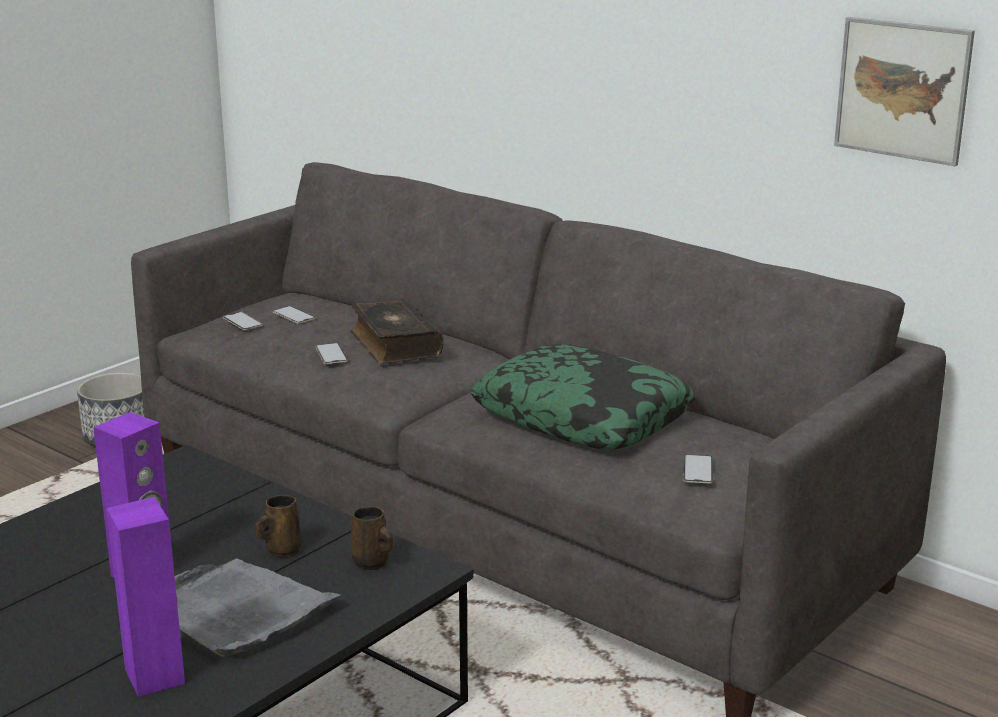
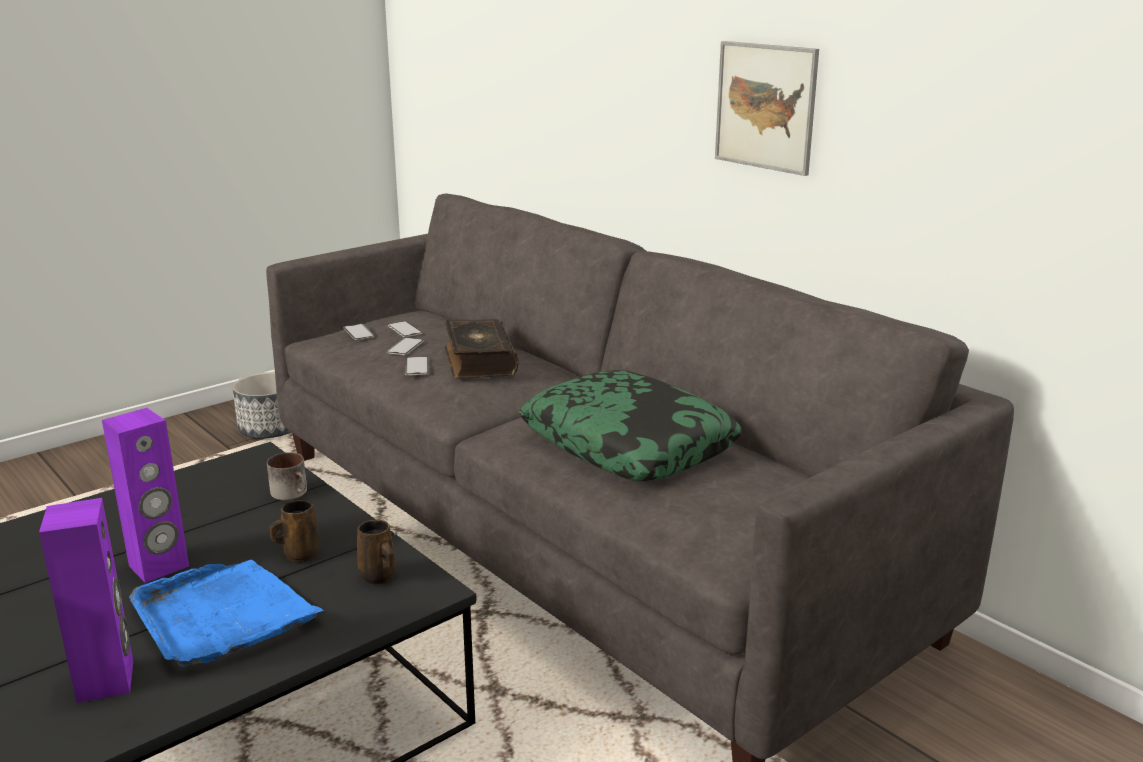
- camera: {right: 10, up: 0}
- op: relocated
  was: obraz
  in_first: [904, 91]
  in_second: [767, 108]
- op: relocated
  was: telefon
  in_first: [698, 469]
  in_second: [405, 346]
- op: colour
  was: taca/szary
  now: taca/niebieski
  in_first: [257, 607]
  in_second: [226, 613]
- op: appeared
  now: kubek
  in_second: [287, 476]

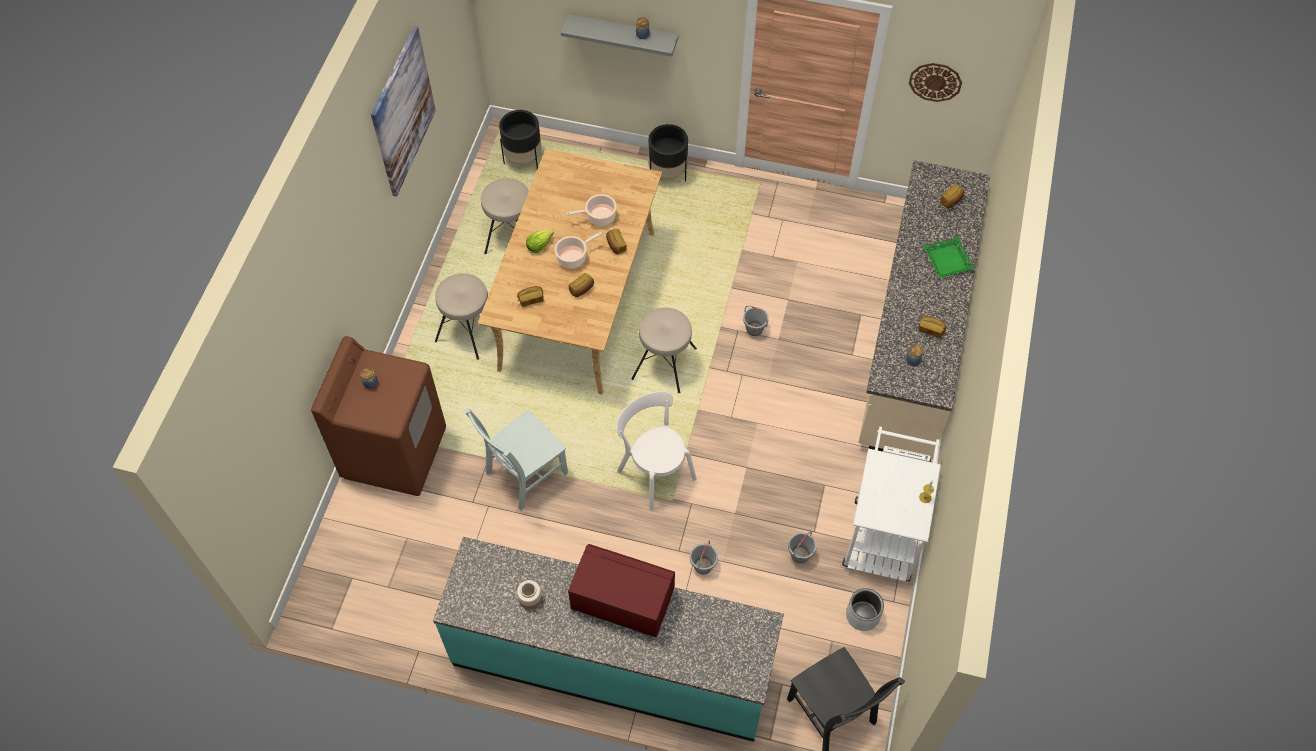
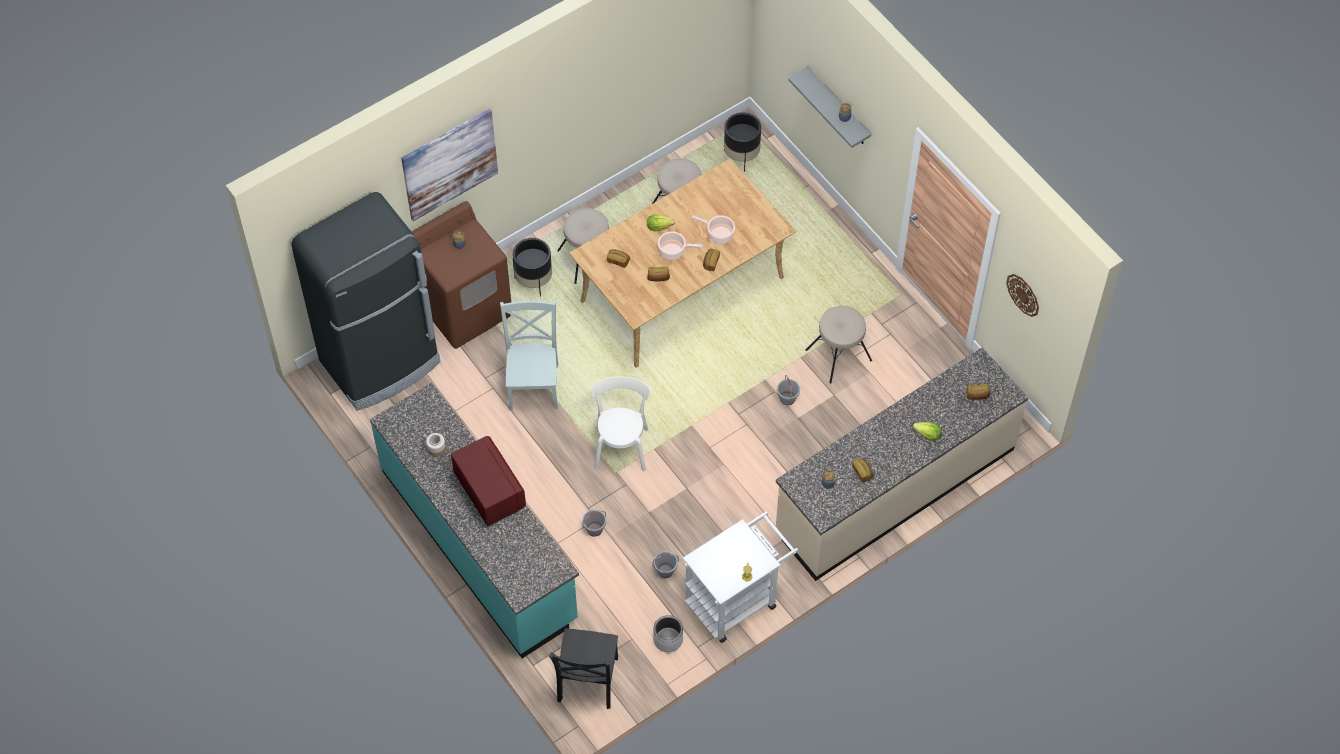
- camera: {right: 40, up: 0}
- op: relocated
  was: obraz
  in_first: [403, 111]
  in_second: [449, 165]
- op: relocated
  was: donica/czarny
  in_first: [668, 153]
  in_second: [532, 267]
- op: exchanged
  was: taca/zielony
  now: sałata
  in_first: [949, 257]
  in_second: [927, 431]
- op: relocated
  was: stołek/beżowy
  in_first: [664, 350]
  in_second: [839, 344]
- op: spun
  was: krzesło/szary
  in_first: [516, 460]
  in_second: [529, 355]
  clockwise: 90
- op: appeared
  now: lodówka/czarny
  in_second: [365, 301]

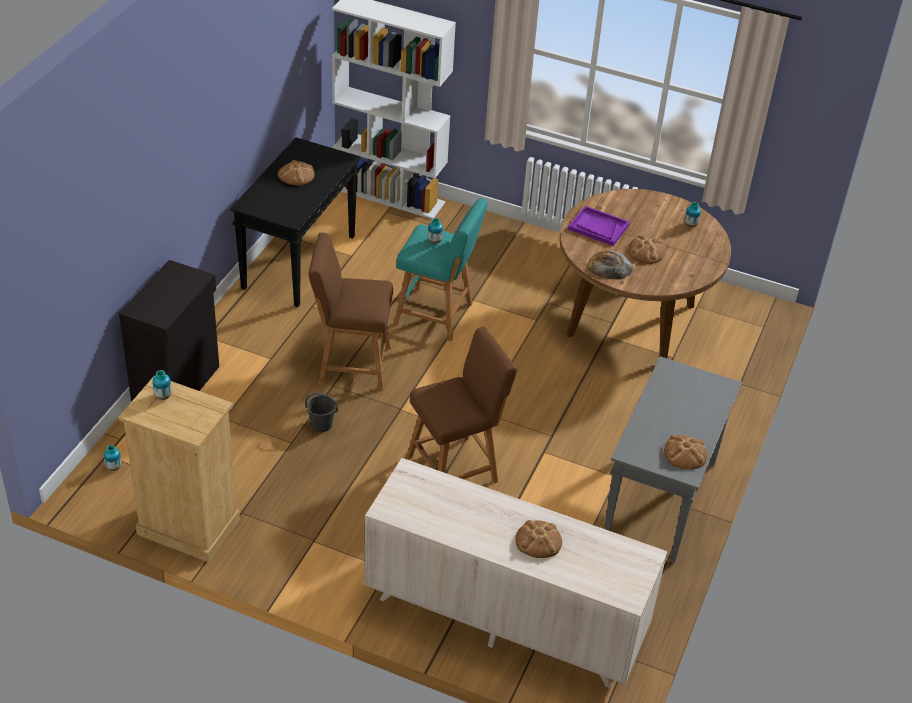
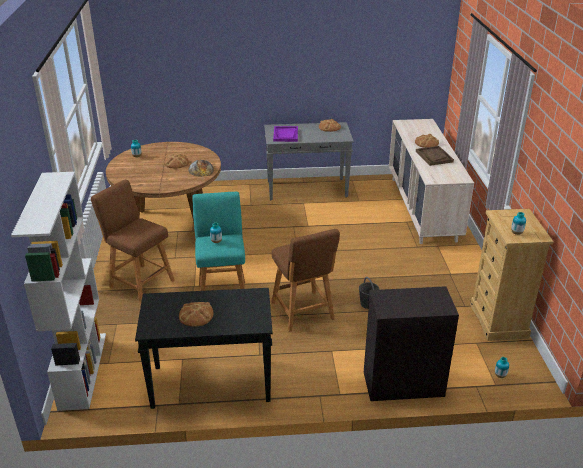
- camera: {right: -115, up: -10}
- op: relocated
  was: taca/fioletowy
  in_first: [599, 226]
  in_second: [285, 134]
- op: relocated
  was: stołek/brązowy
  in_first: [461, 405]
  in_second: [133, 241]
- op: appeared
  now: taca/brązowy
  in_second: [435, 156]

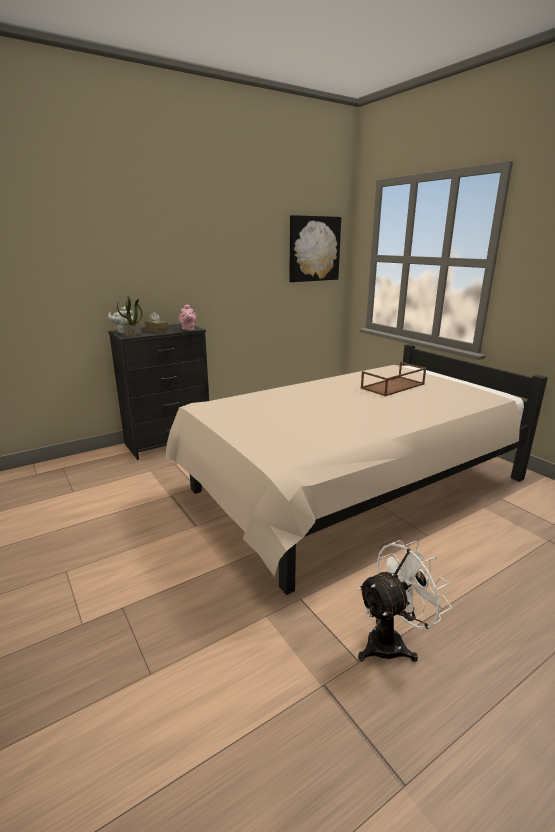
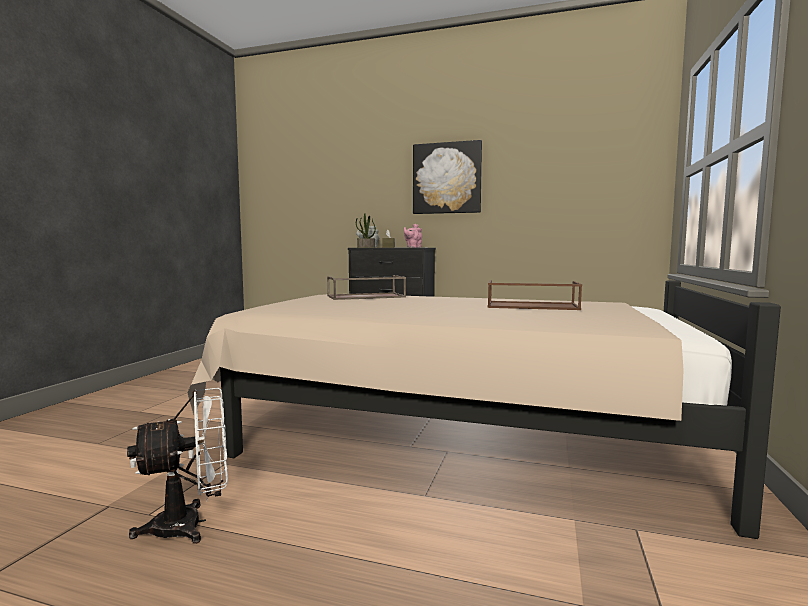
- camera: {right: 50, up: -15}
- op: relocated
  was: obraz
  in_first: [315, 248]
  in_second: [447, 177]
- op: spun
  was: wentylator/biały
  in_first: [405, 601]
  in_second: [177, 466]
  clockwise: -45
- op: appeared
  now: taca/brązowy
  in_second: [366, 287]

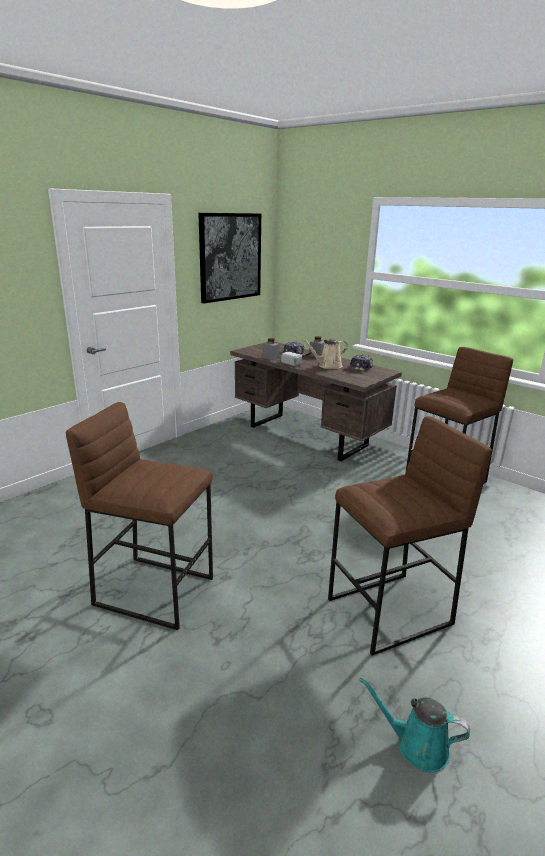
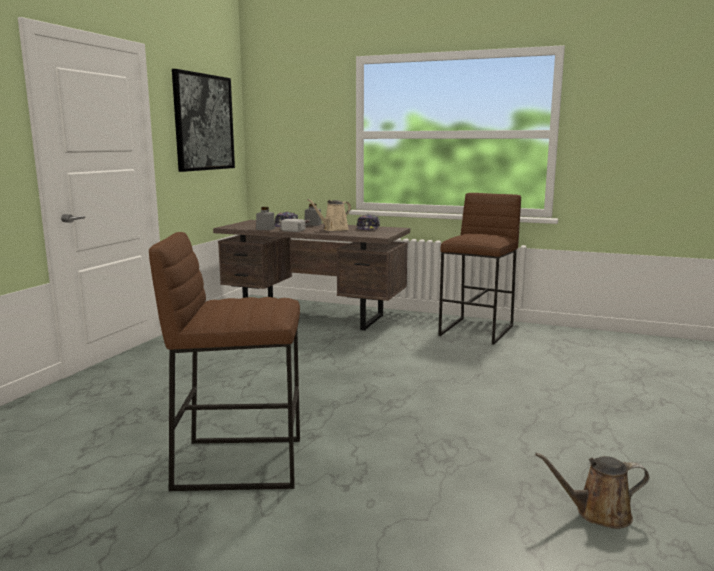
- camera: {right: -20, up: -10}
- op: missing
  was: stołek/brązowy
  in_first: [410, 536]
- op: colour
  was: konewka/turkusowy
  now: konewka/brązowy
  in_first: [414, 724]
  in_second: [592, 491]

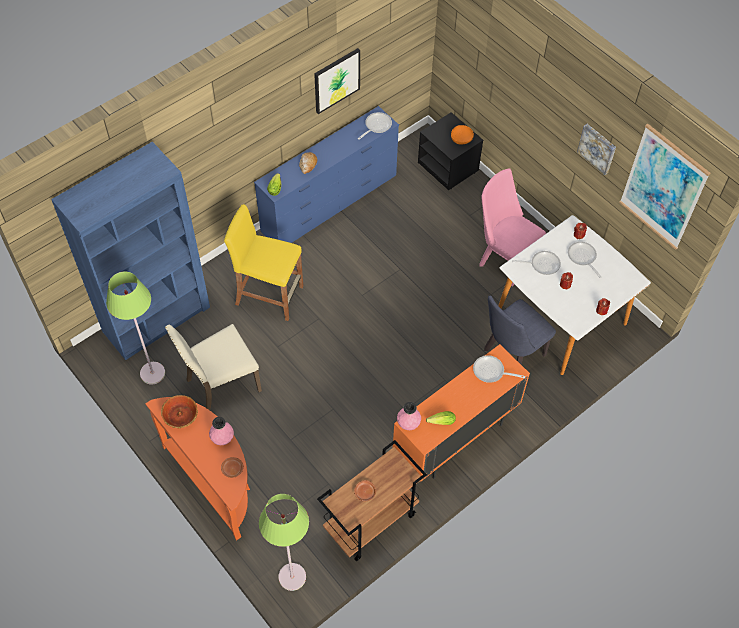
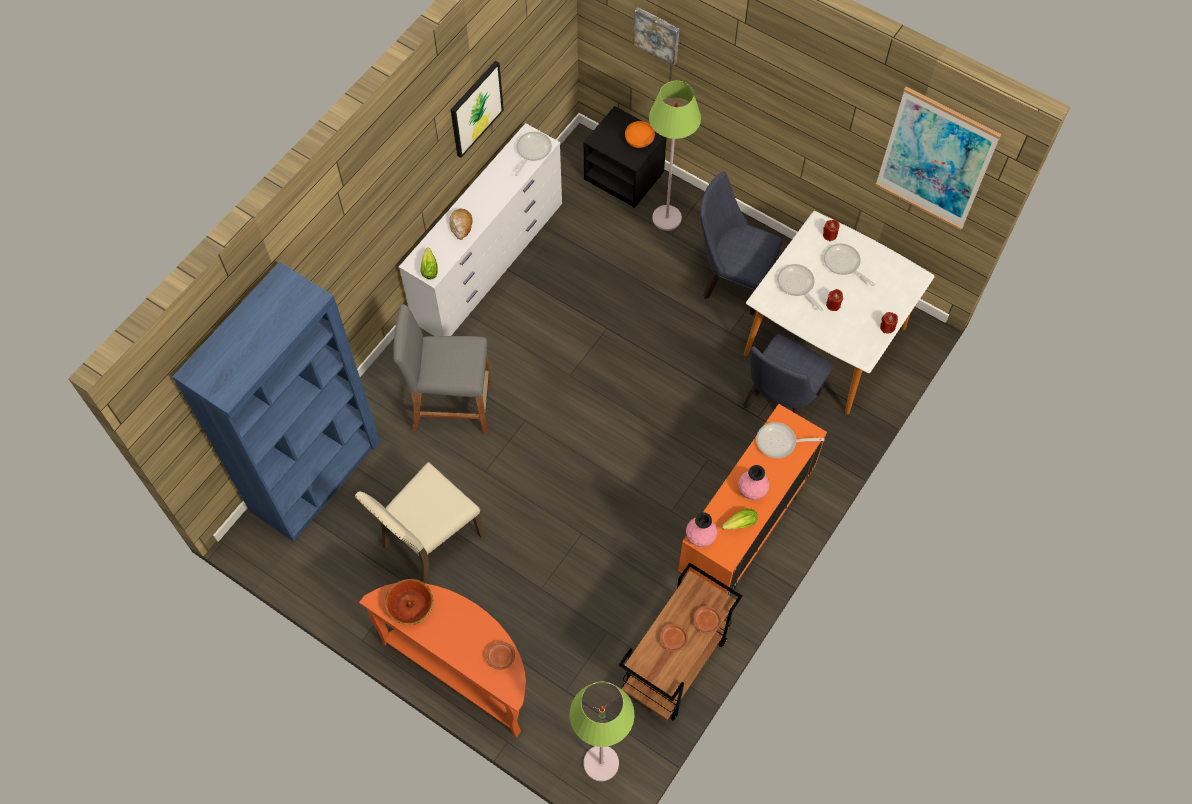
- camera: {right: -15, up: 5}
- op: colour
  was: komoda/niebieski
  now: komoda/biały
  in_first: [326, 174]
  in_second: [480, 229]
- op: relocated
  was: obraz
  in_first: [596, 149]
  in_second: [656, 36]
- op: colour
  was: krzesło/różowy
  now: krzesło/niebieski
  in_first: [512, 227]
  in_second: [741, 243]
- op: colour
  was: stołek/żółty
  now: stołek/szary
  in_first: [264, 262]
  in_second: [442, 369]
- op: spun
  was: patelnia
  in_first: [536, 263]
  in_second: [800, 287]
  clockwise: -105
- op: relocated
  was: lampa stojąca/zielony
  in_first: [135, 328]
  in_second: [675, 156]
- op: relocated
  was: wazon/różowy
  in_first: [221, 431]
  in_second: [753, 482]
- op: appeared
  now: talerz/brązowy
  in_second: [707, 619]

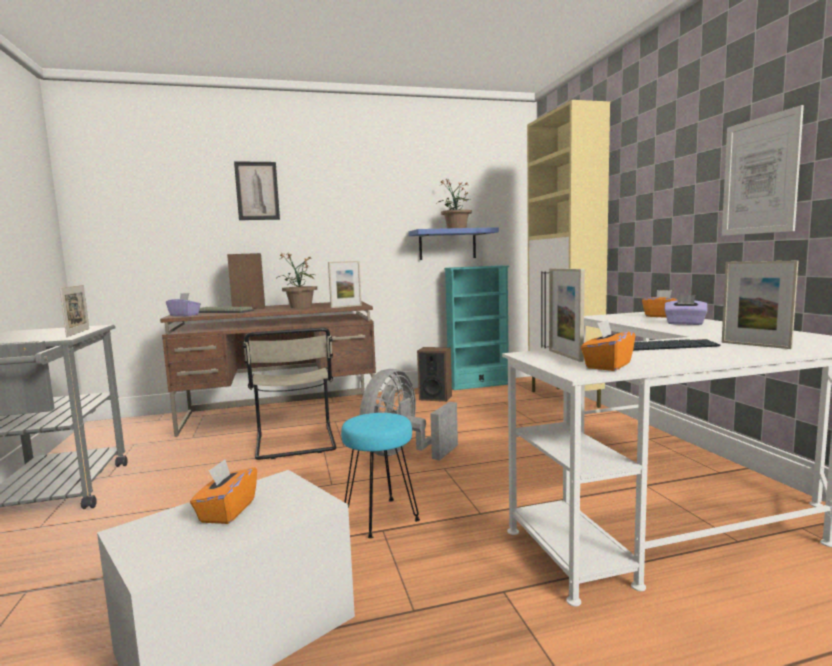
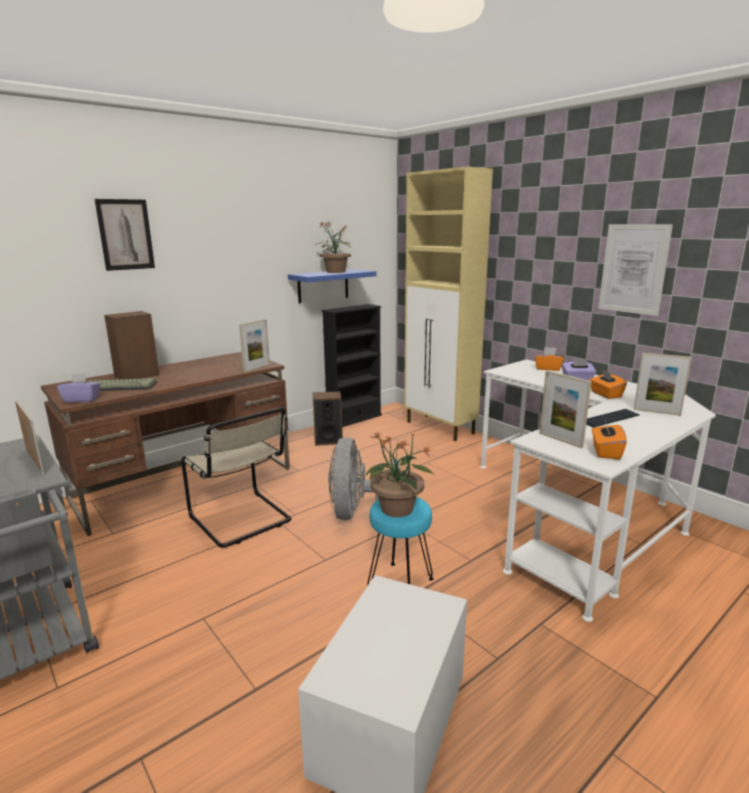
- camera: {right: -25, up: 10}
- op: relocated
  was: roślina doniczkowa
  in_first: [297, 280]
  in_second: [399, 474]
- op: colour
  was: regał/turkusowy
  now: regał/czarny
  in_first: [476, 327]
  in_second: [352, 365]
- op: relocated
  was: pudełko chusteczek/pomarańczowy
  in_first: [223, 491]
  in_second: [608, 384]

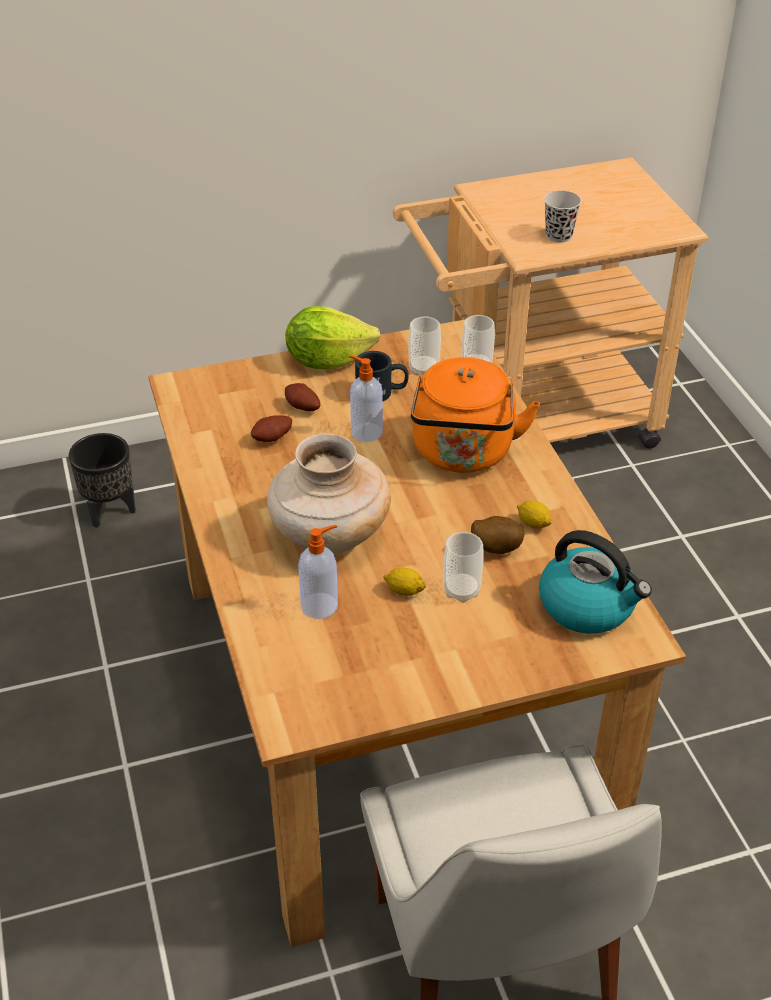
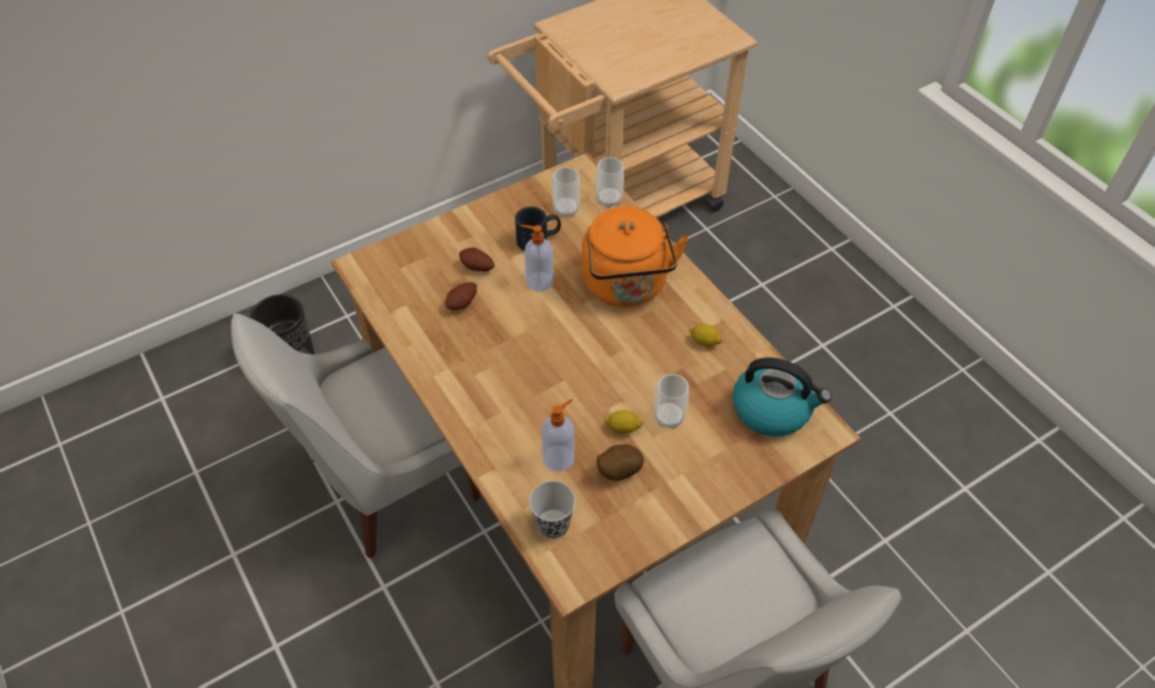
- camera: {right: -15, up: 10}
- op: relocated
  was: filiżanka/czarny
  in_first: [562, 217]
  in_second: [552, 510]
- op: missing
  was: sałata
  in_first: [333, 338]
- op: missing
  was: wazon/beżowy
  in_first: [329, 494]
- op: relocated
  was: ziemniak
  in_first: [497, 535]
  in_second: [620, 462]
- op: appeared
  now: krzesło/biały
  in_second: [355, 436]

